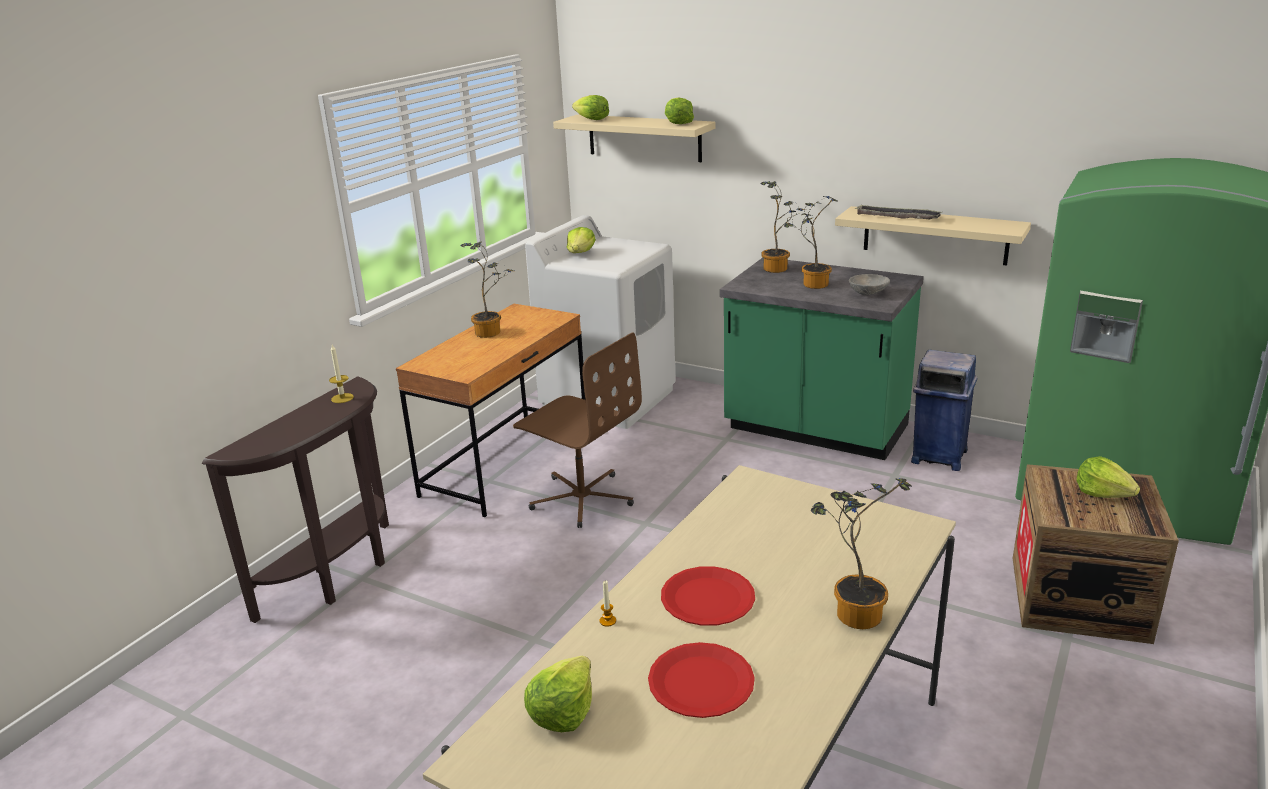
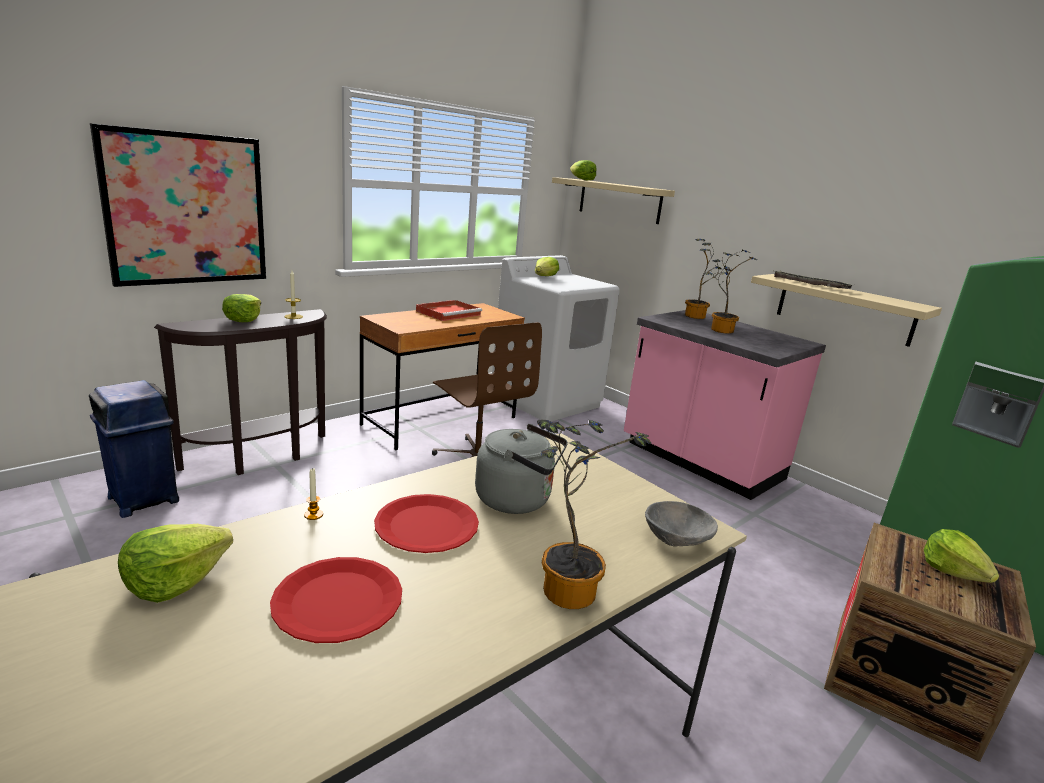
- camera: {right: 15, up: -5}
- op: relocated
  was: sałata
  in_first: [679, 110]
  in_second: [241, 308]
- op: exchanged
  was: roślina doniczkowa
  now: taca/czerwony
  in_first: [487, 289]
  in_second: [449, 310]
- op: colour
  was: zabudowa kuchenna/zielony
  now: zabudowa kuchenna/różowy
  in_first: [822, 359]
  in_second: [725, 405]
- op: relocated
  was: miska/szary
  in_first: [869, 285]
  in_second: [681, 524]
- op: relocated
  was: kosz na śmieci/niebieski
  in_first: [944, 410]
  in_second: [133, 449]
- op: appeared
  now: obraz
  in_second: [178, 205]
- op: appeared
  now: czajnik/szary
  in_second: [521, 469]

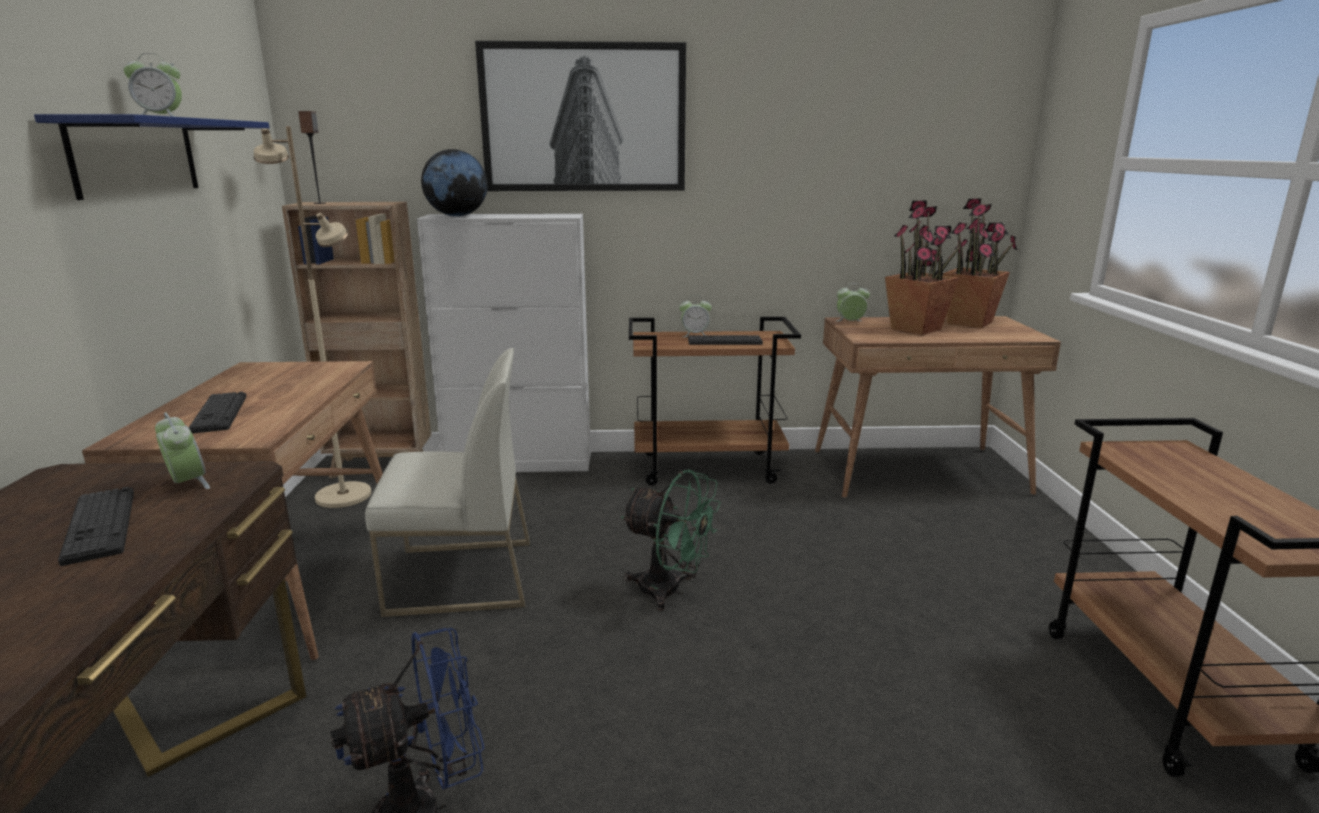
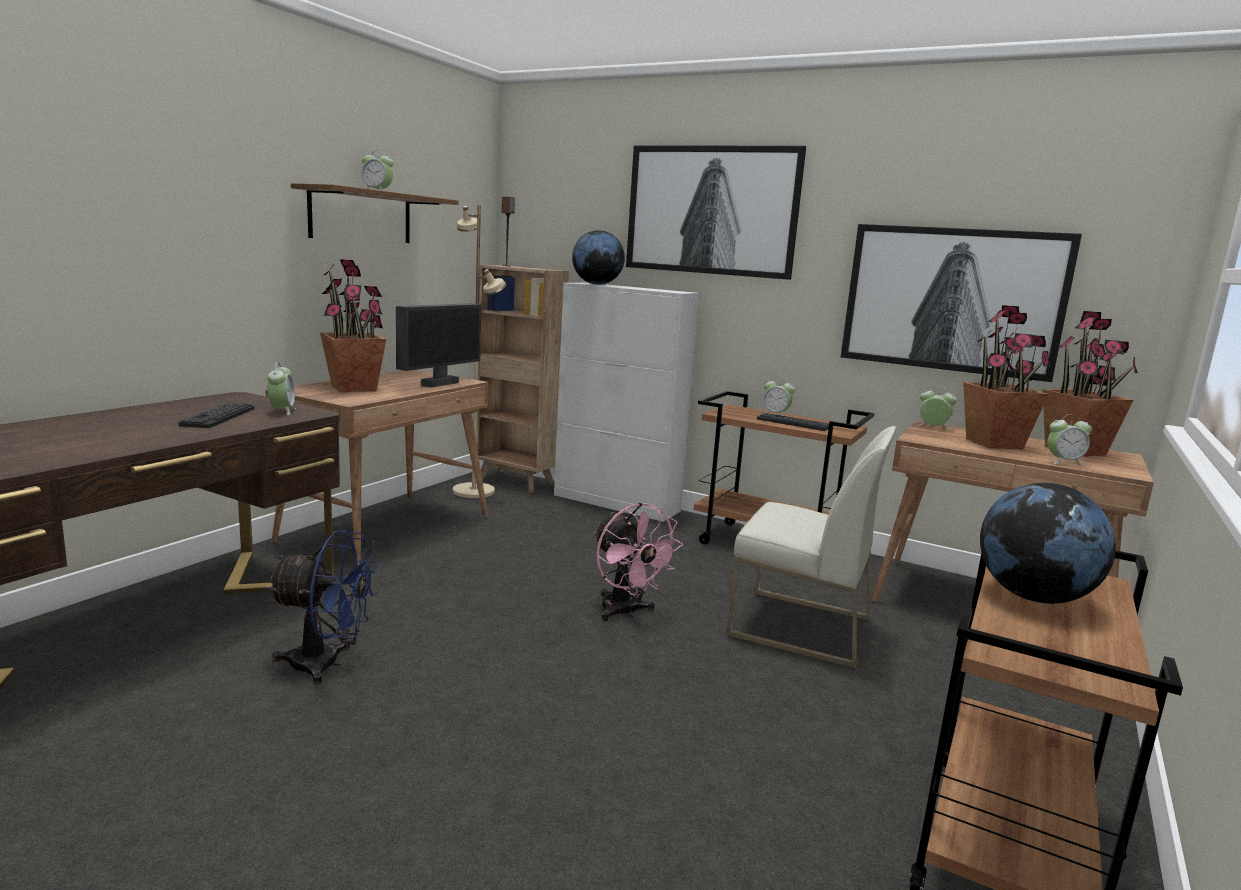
- camera: {right: 30, up: -5}
- op: colour
  was: półka/niebieski
  now: półka/brązowy
  in_first: [151, 157]
  in_second: [374, 213]
- op: relocated
  was: krzesło/biały
  in_first: [447, 482]
  in_second: [812, 547]
- op: exchanged
  was: klawiatura
  now: roślina doniczkowa
  in_first: [218, 412]
  in_second: [353, 325]
- op: colour
  was: wentylator/zielony
  now: wentylator/różowy
  in_first: [671, 540]
  in_second: [638, 562]
- op: appeared
  now: obraz
  in_second: [961, 303]
- op: appeared
  now: monitor
  in_second: [438, 345]
- op: appeared
  now: budzik
  in_second: [1069, 440]
- op: appeared
  now: globus
  in_second: [1048, 543]

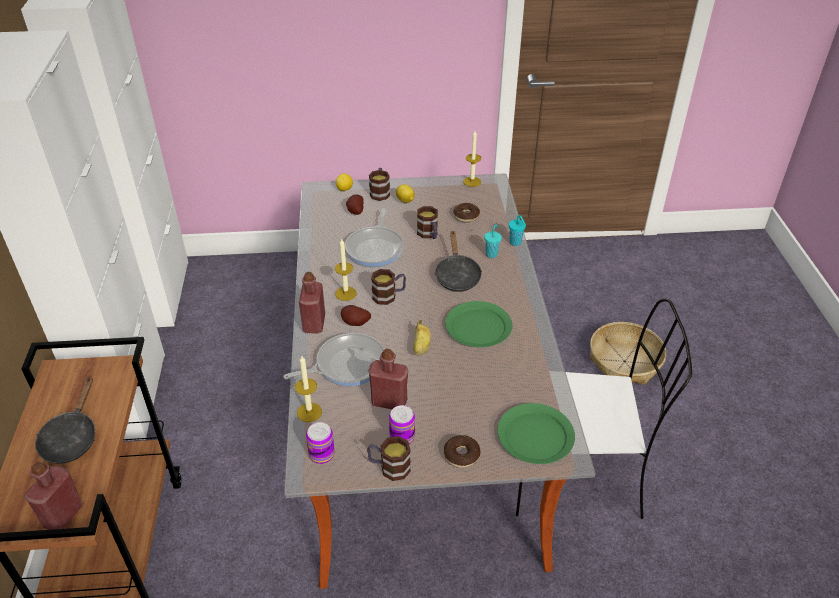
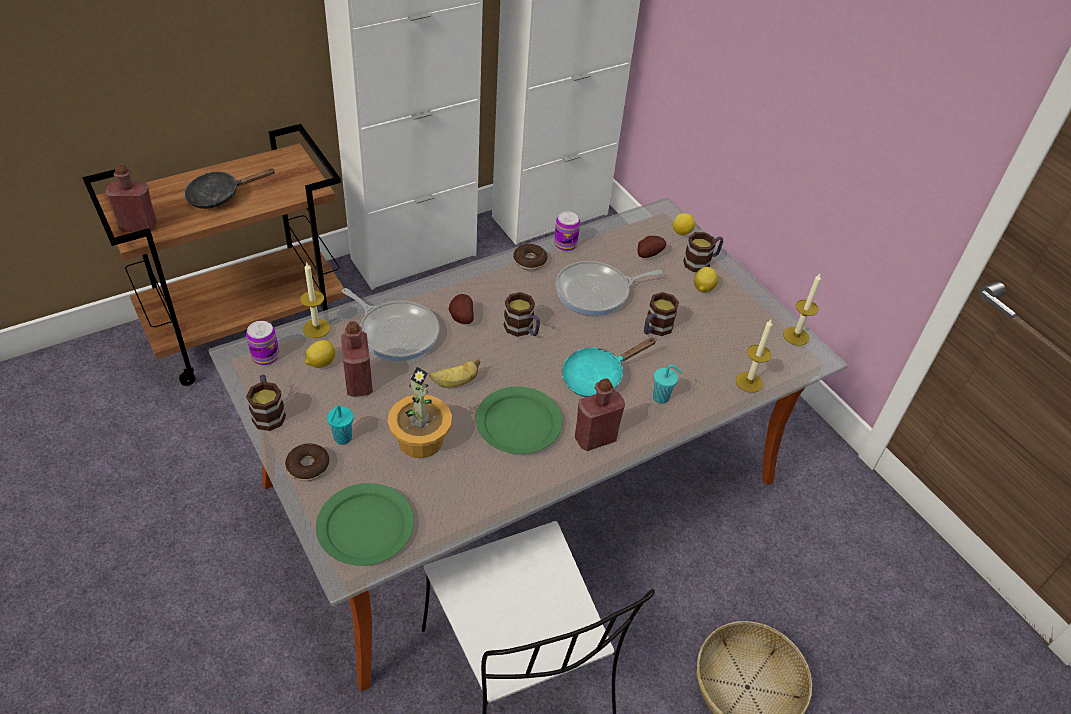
- camera: {right: 60, up: 5}
- op: relocated
  was: donut
  in_first: [466, 212]
  in_second: [530, 257]
- op: relocated
  was: filiżanka/turkusowy
  in_first: [517, 230]
  in_second: [340, 425]
- op: colour
  was: patelnia/czarny
  now: patelnia/turkusowy
  in_first: [458, 261]
  in_second: [609, 367]
- op: relocated
  was: świeca
  in_first: [346, 270]
  in_second: [754, 356]
- op: relocated
  was: butelka/czerwony
  in_first: [312, 302]
  in_second: [600, 414]
- op: relocated
  was: puszka
  in_first: [402, 424]
  in_second: [567, 231]
- op: appeared
  now: cytryna
  in_second: [320, 354]
- op: appeared
  now: roślina doniczkowa
  in_second: [419, 412]

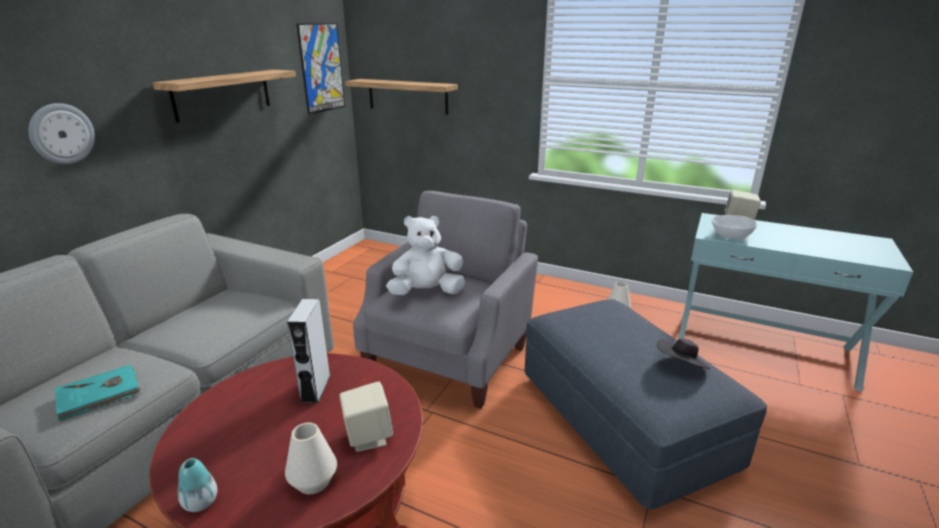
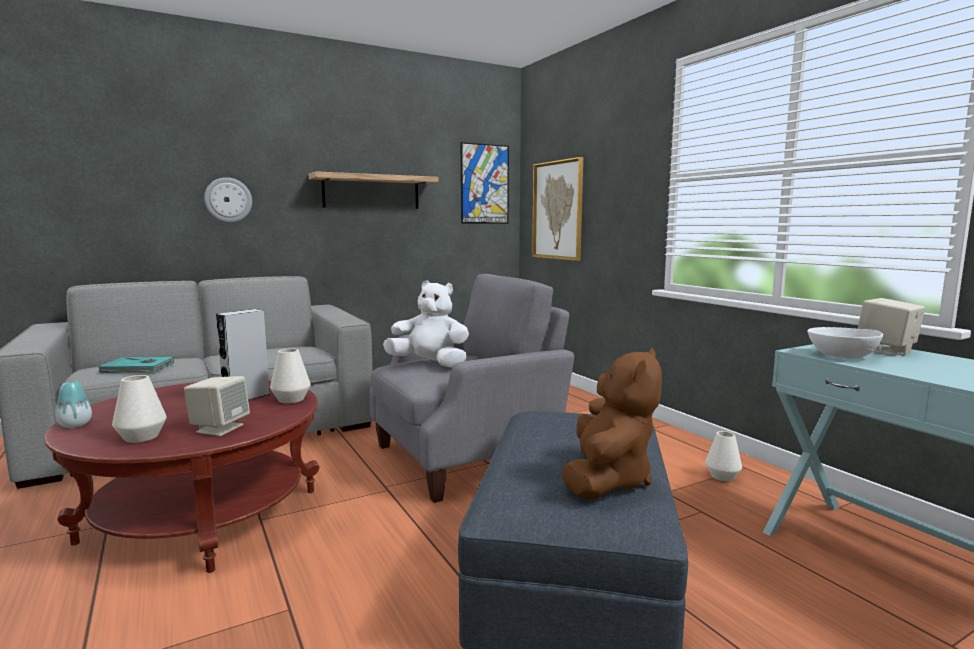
- camera: {right: 35, up: -15}
- op: exchanged
  was: półka
  now: obraz
  in_first: [401, 97]
  in_second: [557, 209]
- op: exchanged
  was: kapelusz/czarny
  now: pluszak/brązowy
  in_first: [683, 353]
  in_second: [612, 423]
- op: appeared
  now: wazon/biały
  in_second: [290, 376]

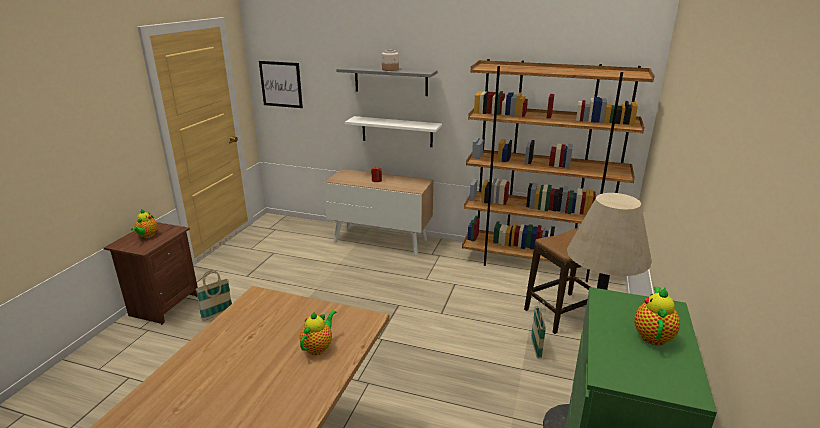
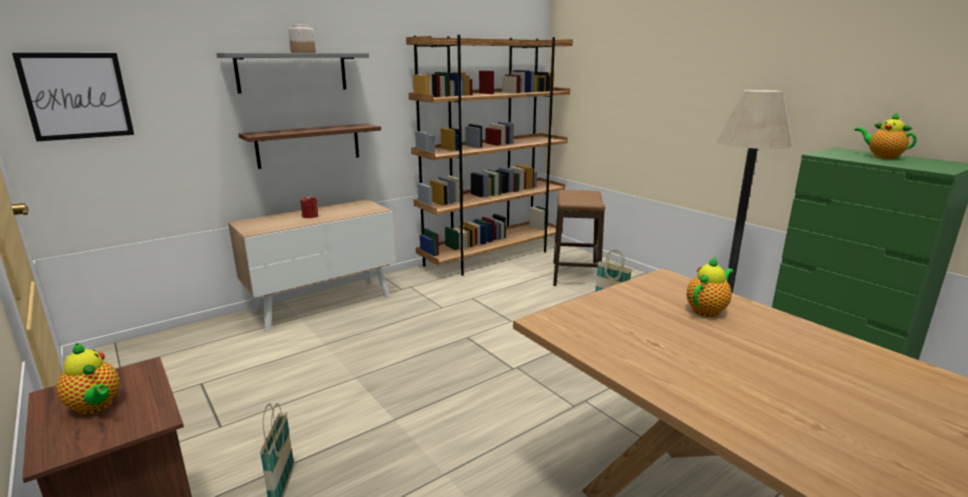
- camera: {right: -55, up: -5}
- op: colour
  was: półka/biały
  now: półka/brązowy
  in_first: [393, 131]
  in_second: [310, 146]
- op: spun
  was: imbryk
  in_first: [317, 332]
  in_second: [710, 286]
  clockwise: 75

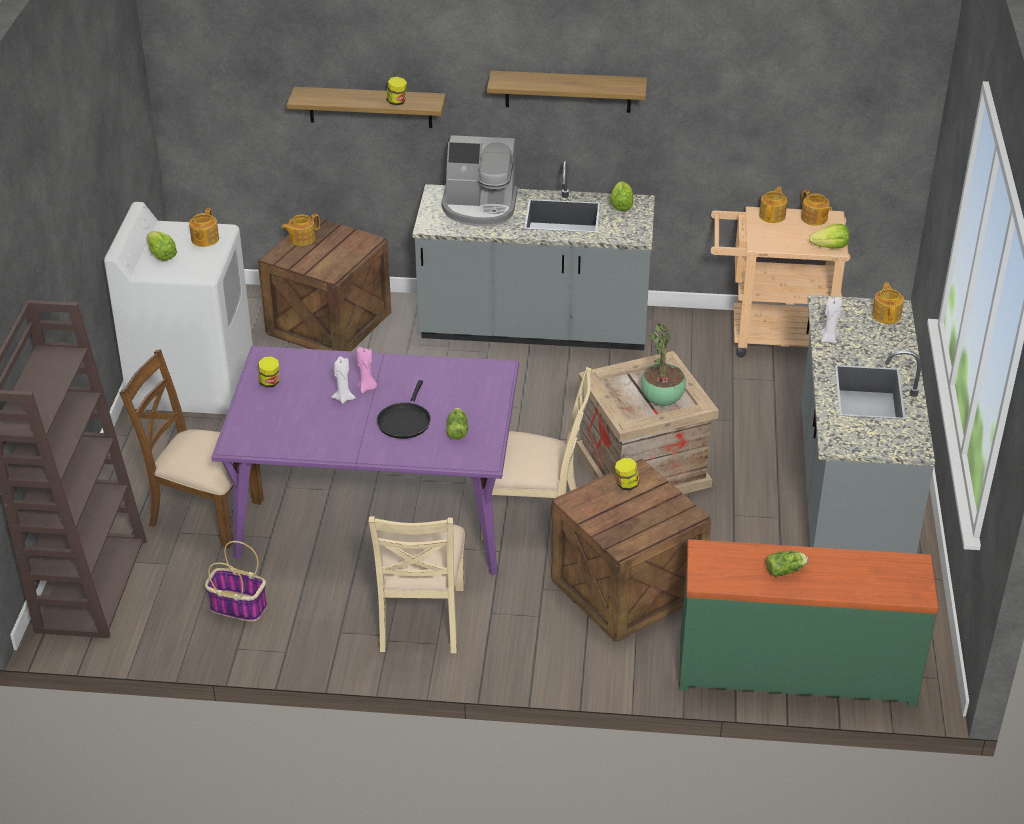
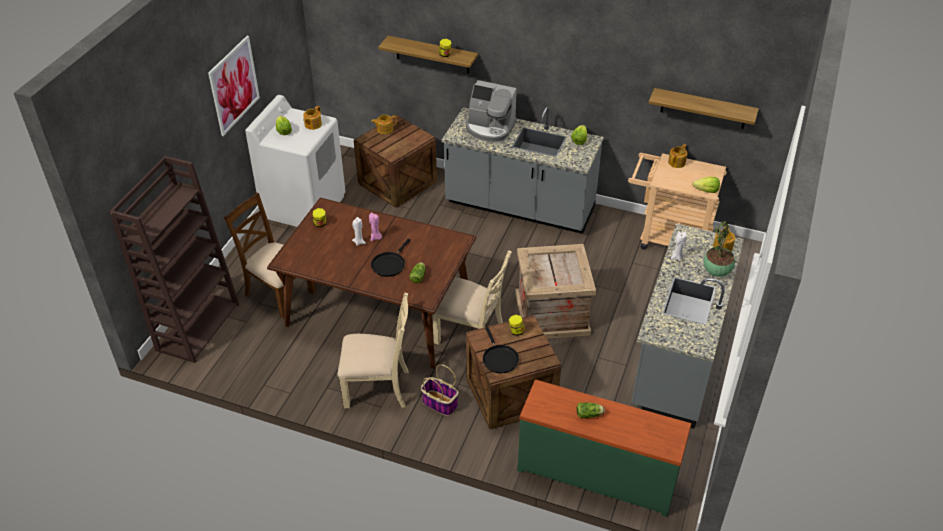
- camera: {right: 15, up: 5}
- op: relocated
  was: półka
  in_first: [567, 92]
  in_second: [703, 108]
- op: missing
  was: imbryk
  in_first: [816, 208]
- op: relocated
  was: roślina doniczkowa
  in_first: [663, 364]
  in_second: [719, 249]
- op: colour
  was: stół jadalny/fioletowy
  now: stół jadalny/brązowy
  in_first: [365, 461]
  in_second: [371, 283]
- op: spun
  was: krzesło/beżowy
  in_first: [417, 584]
  in_second: [373, 350]
  clockwise: -105
- op: relocated
  was: koszyk
  in_first: [236, 581]
  in_second: [440, 390]
- op: appeared
  now: obraz
  in_second: [234, 86]
- op: appeared
  now: patelnia/czarny
  in_second: [501, 350]

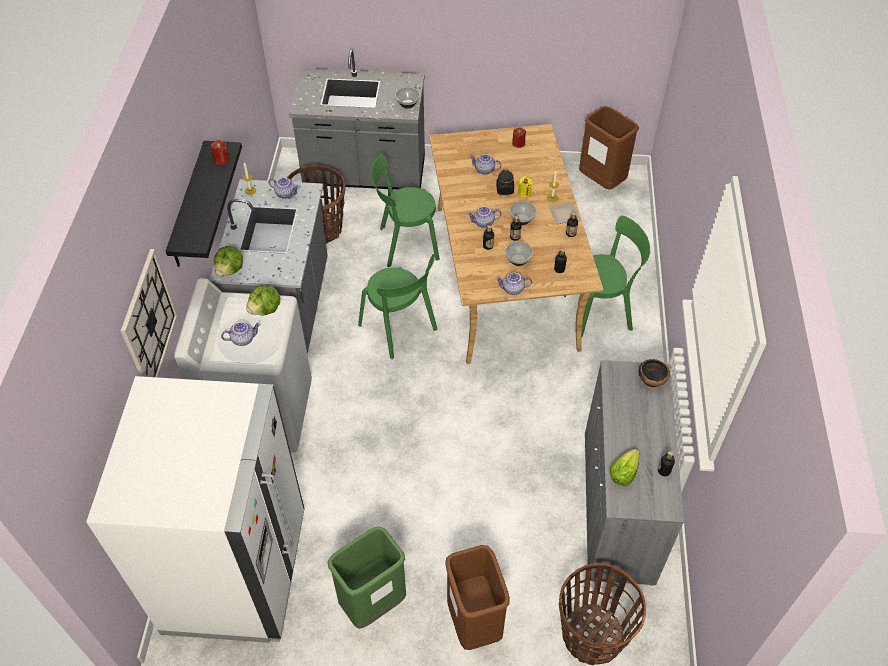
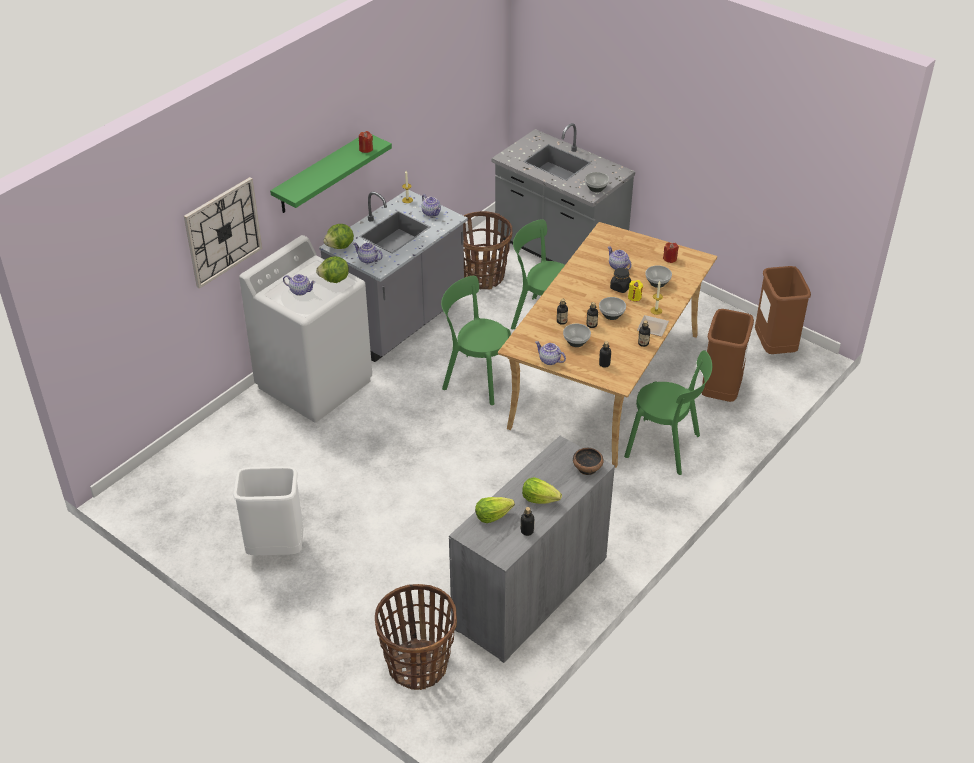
- camera: {right: 35, up: -10}
- op: colour
  was: półka/czarny
  now: półka/zielony
  in_first: [204, 204]
  in_second: [331, 174]
- op: relocated
  was: imbryk
  in_first: [484, 217]
  in_second: [368, 253]
- op: spun
  was: krzesło/zielony
  in_first: [398, 306]
  in_second: [476, 340]
  clockwise: 120
- op: missing
  was: lodówka/biały
  in_first: [195, 509]
- op: colour
  was: kosz na śmieci/zielony
  now: kosz na śmieci/biały
  in_first: [366, 577]
  in_second: [268, 510]
- op: relocated
  was: kosz na śmieci/brązowy
  in_first: [477, 597]
  in_second: [728, 355]
- op: appeared
  now: miska
  in_second: [659, 276]
- op: appeared
  now: sałata
  in_second: [542, 490]

